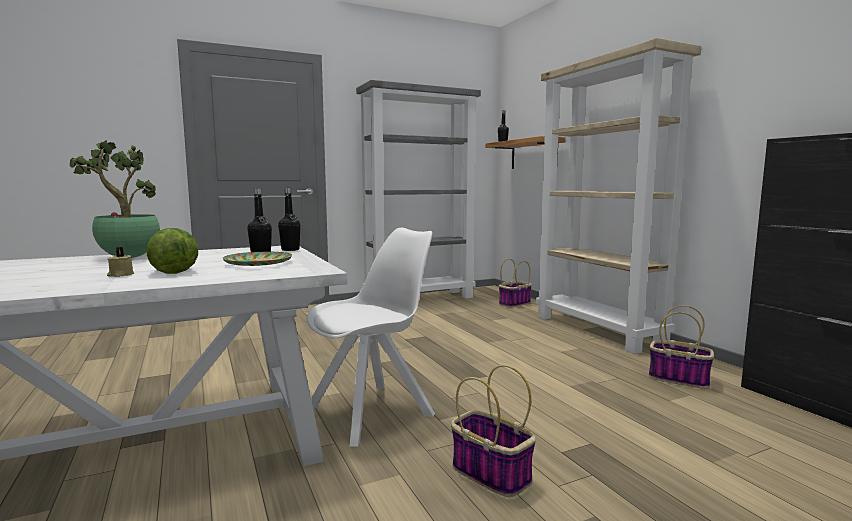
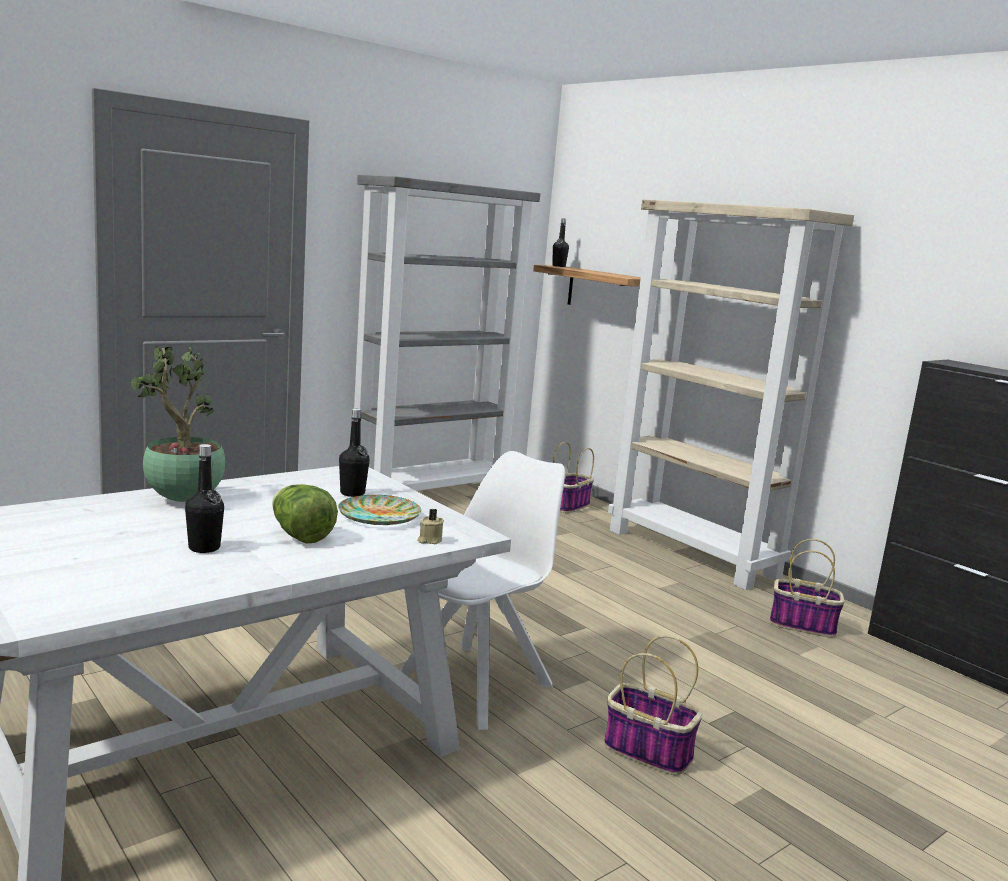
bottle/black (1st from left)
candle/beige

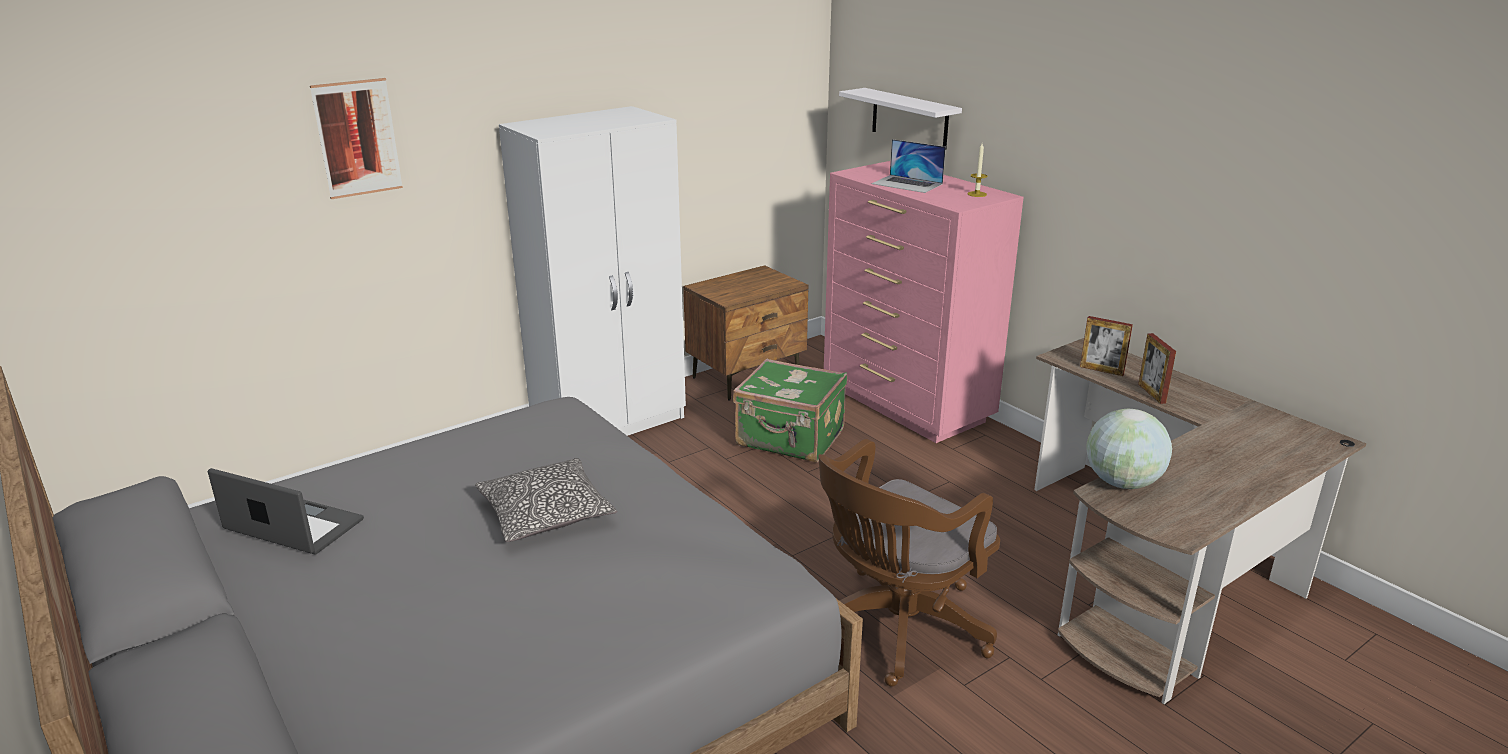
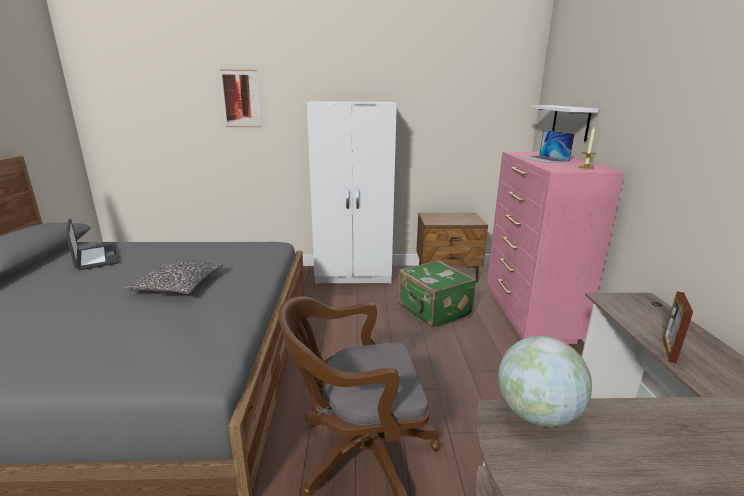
picture frame (1st from left in the first image)

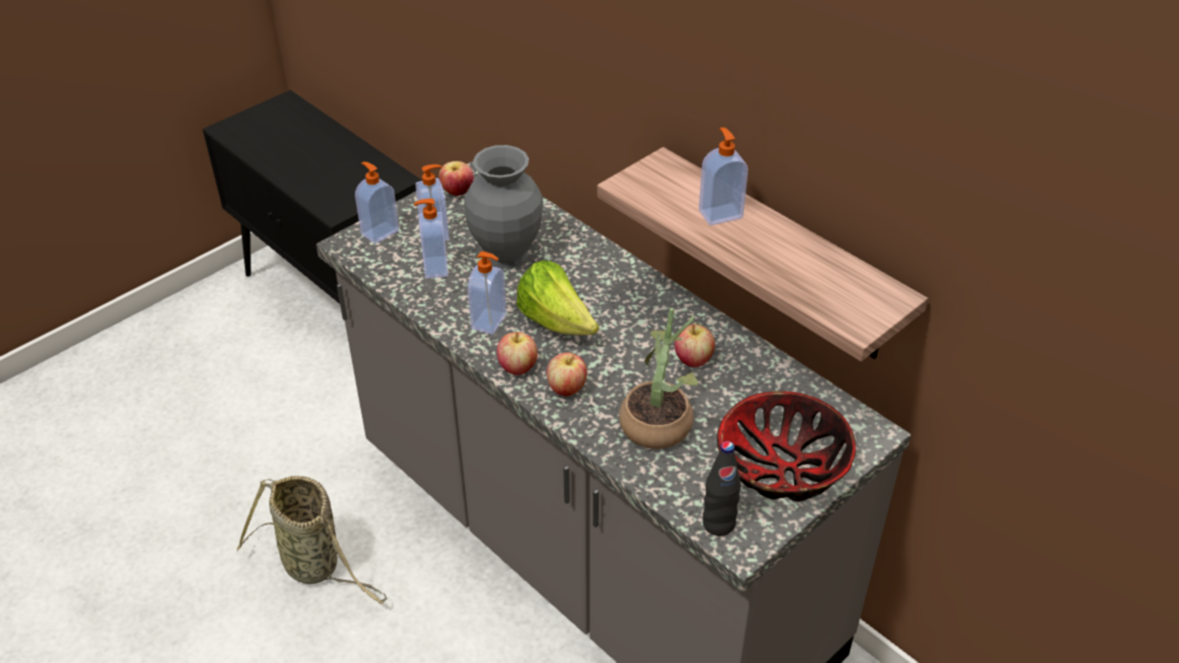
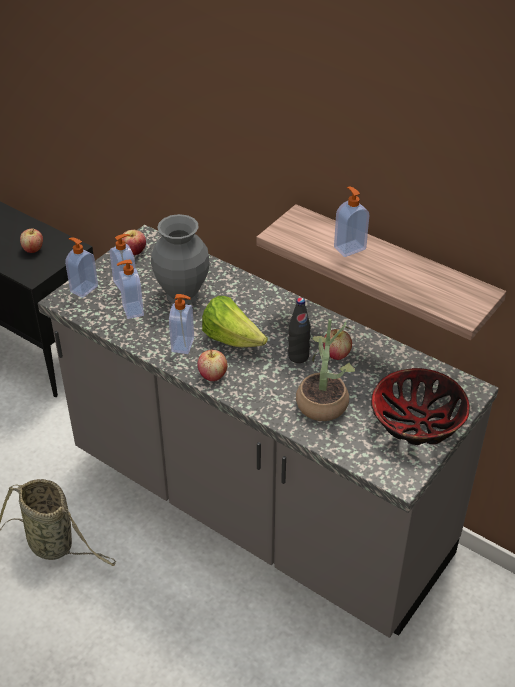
apple (1st from left)
bottle/black

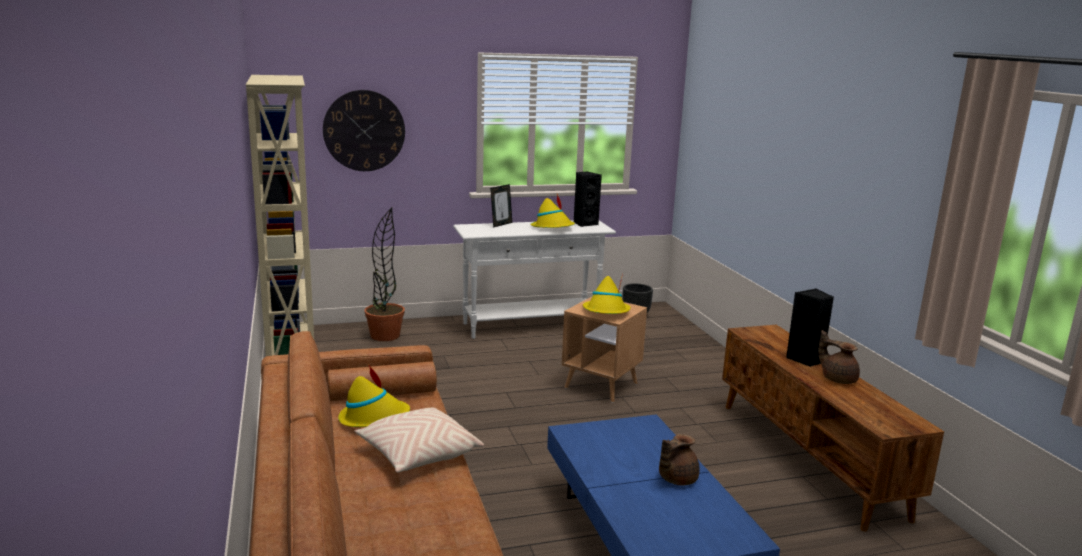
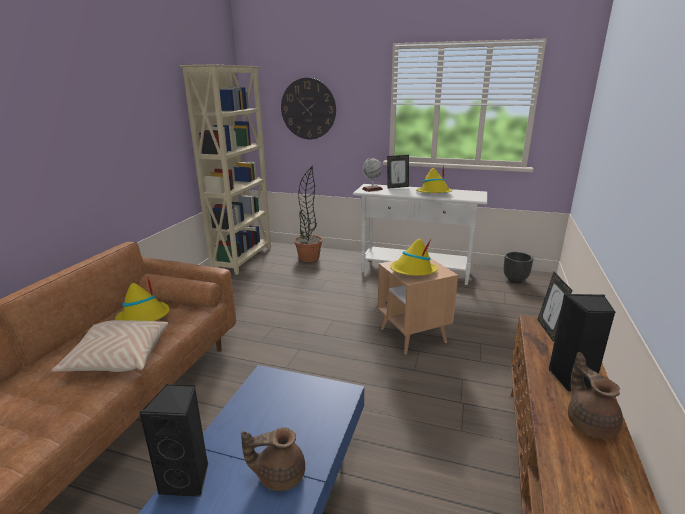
speaker/black (1st from left)
globe
picture frame (2nd from left)

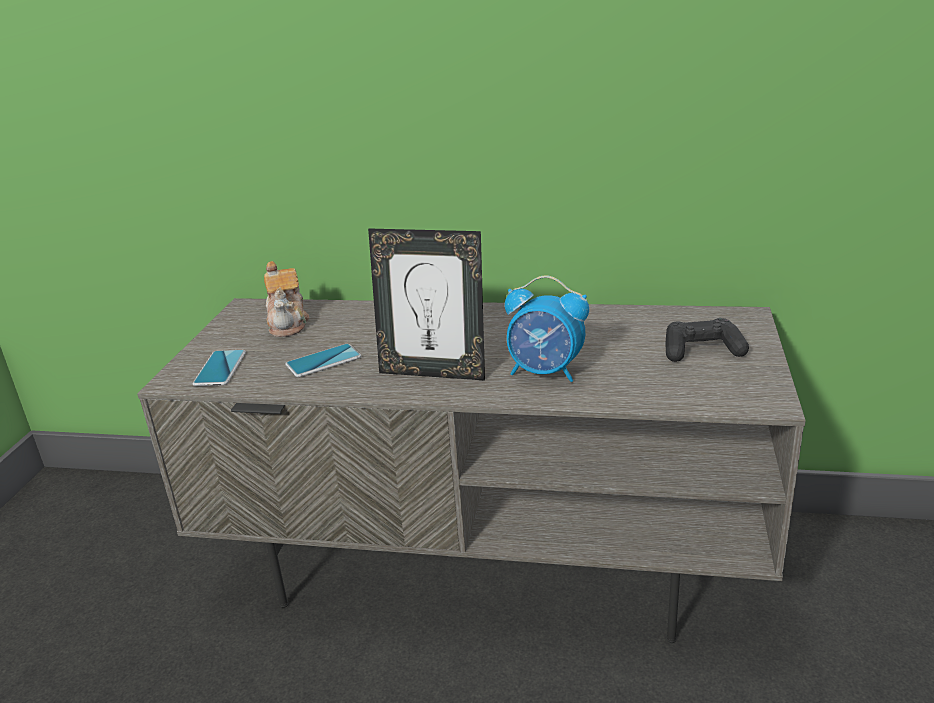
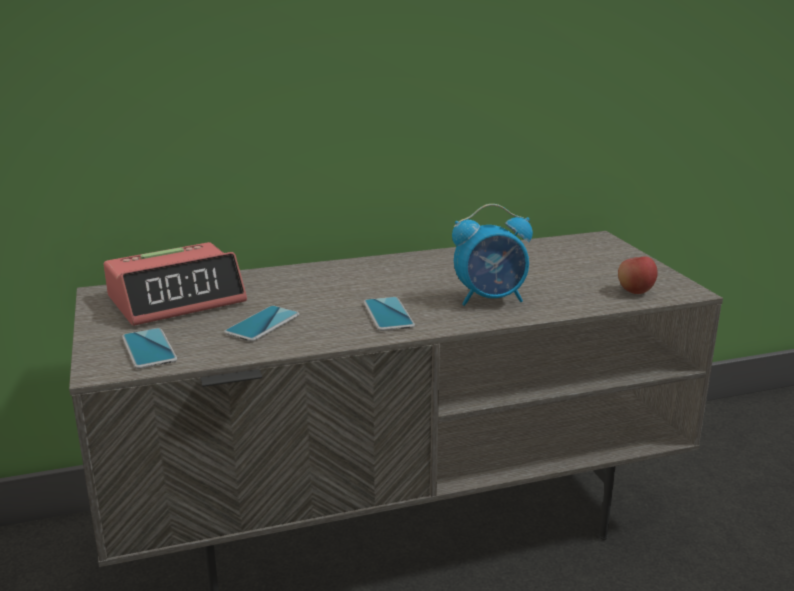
alarm clock (1st from left)
phone (3rd from left)
apple
game controller/black

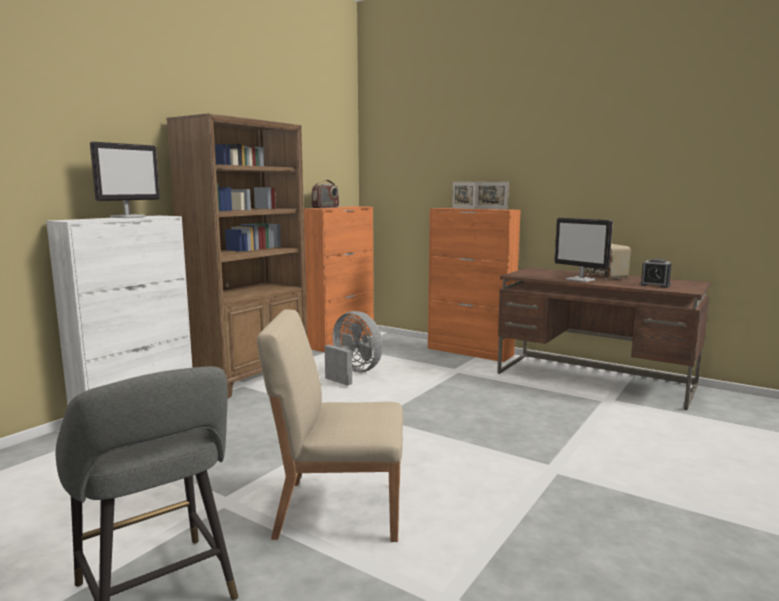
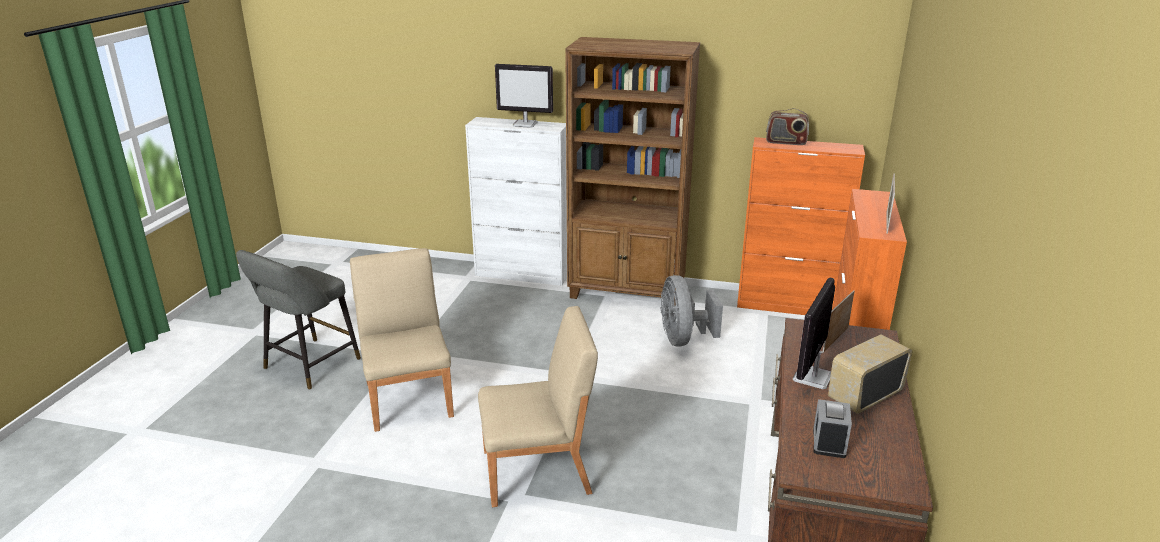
chair/beige (2nd from left)
fan/grey
picture frame (1st from left)

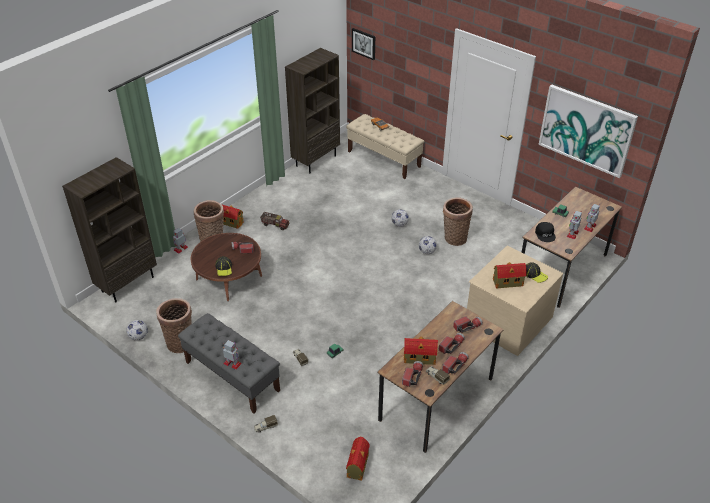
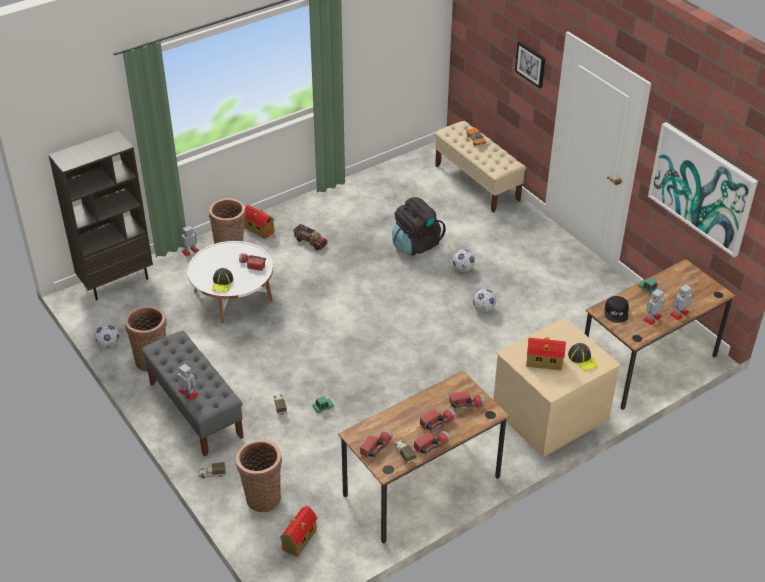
coffee table/white
basket (3rd from left)
backpack/black
picture (1st from left)
bookcase/brown (2nd from left in the first image)
toy house (3rd from left in the first image)

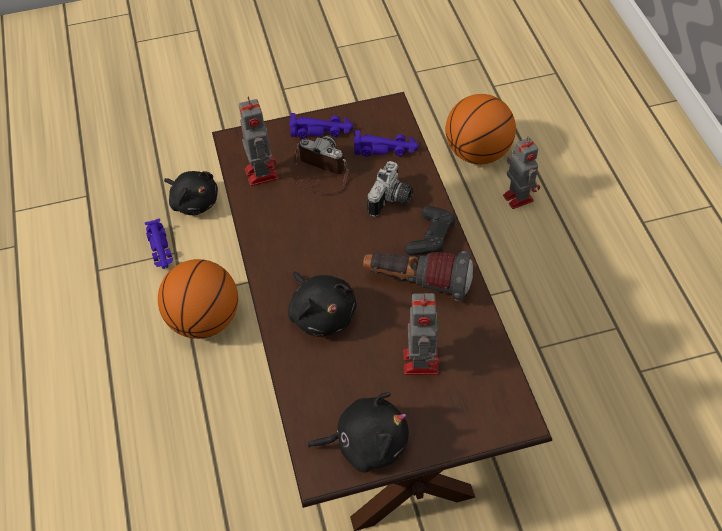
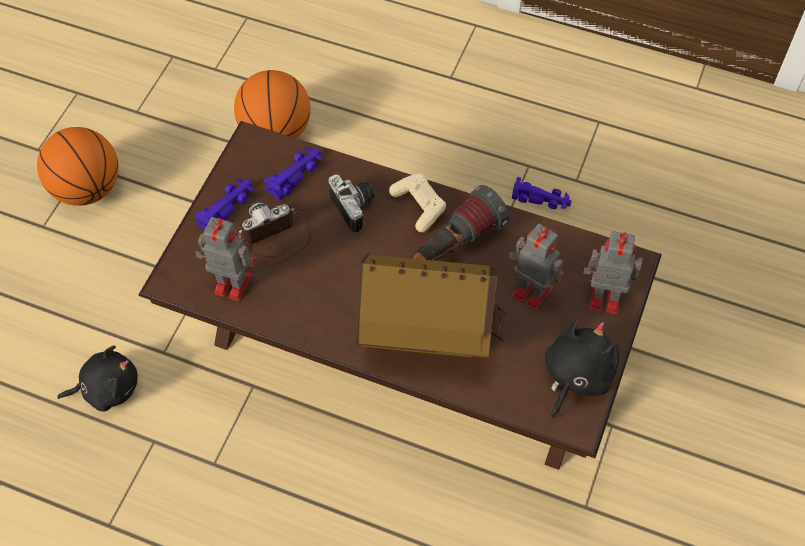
basketball (1st from left)
toy house
game controller/beige
toy car/purple (3rd from left)
toy robot (3rd from left)

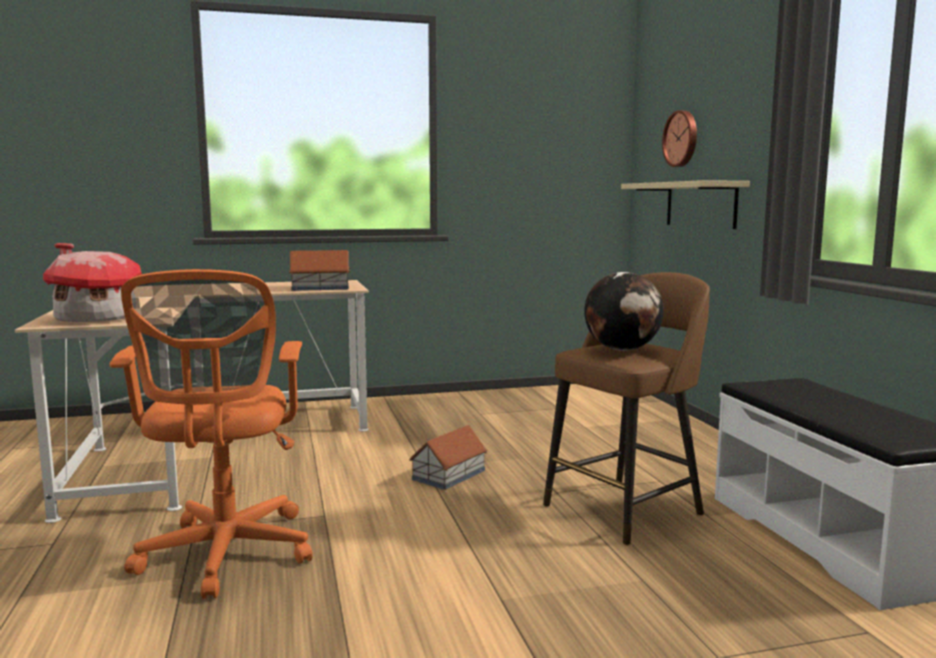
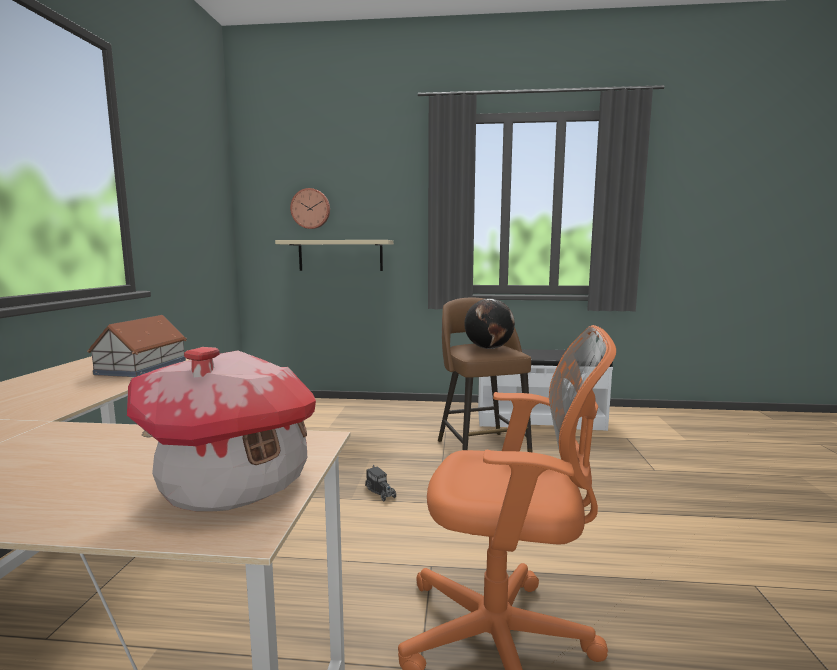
toy truck

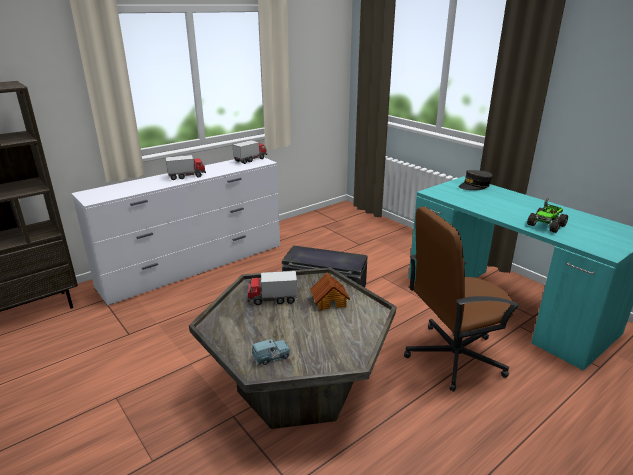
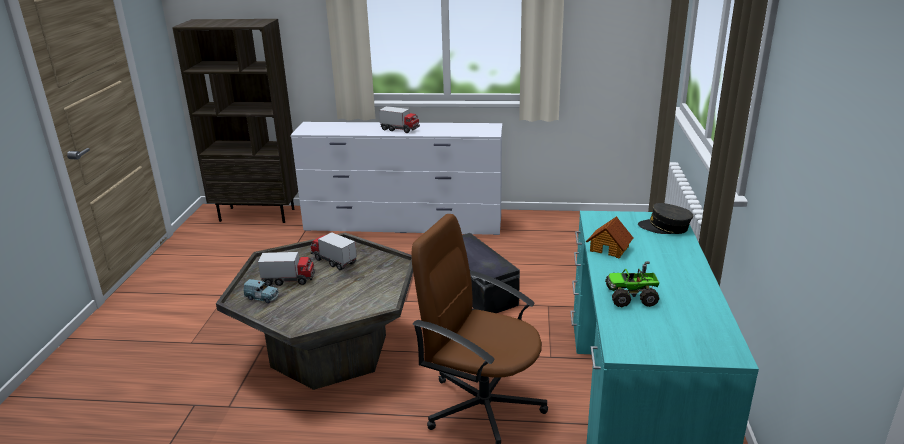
toy truck (1st from left)
toy house

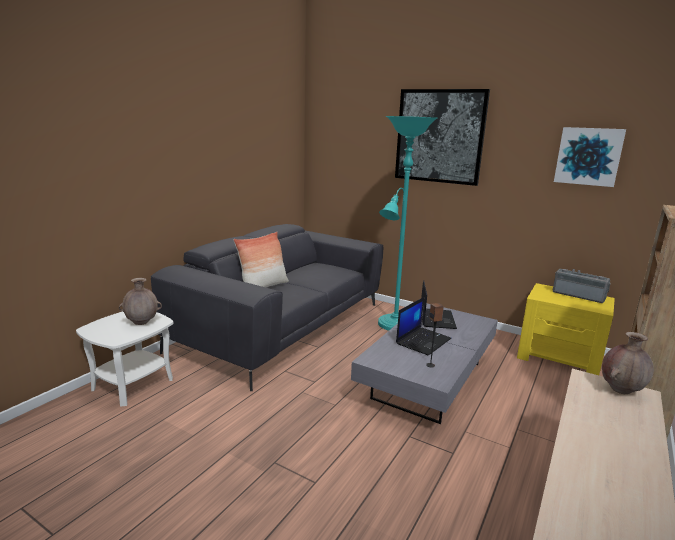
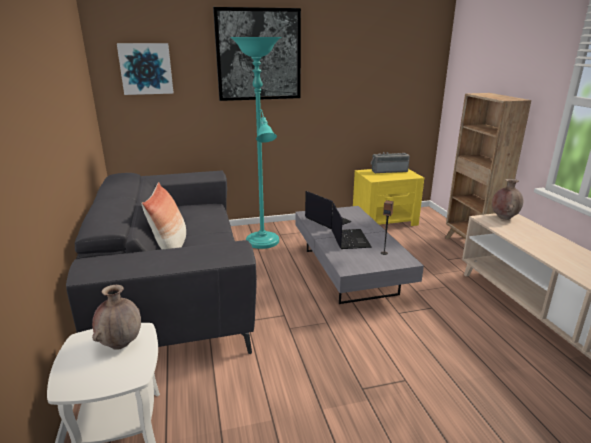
picture (1st from left)

